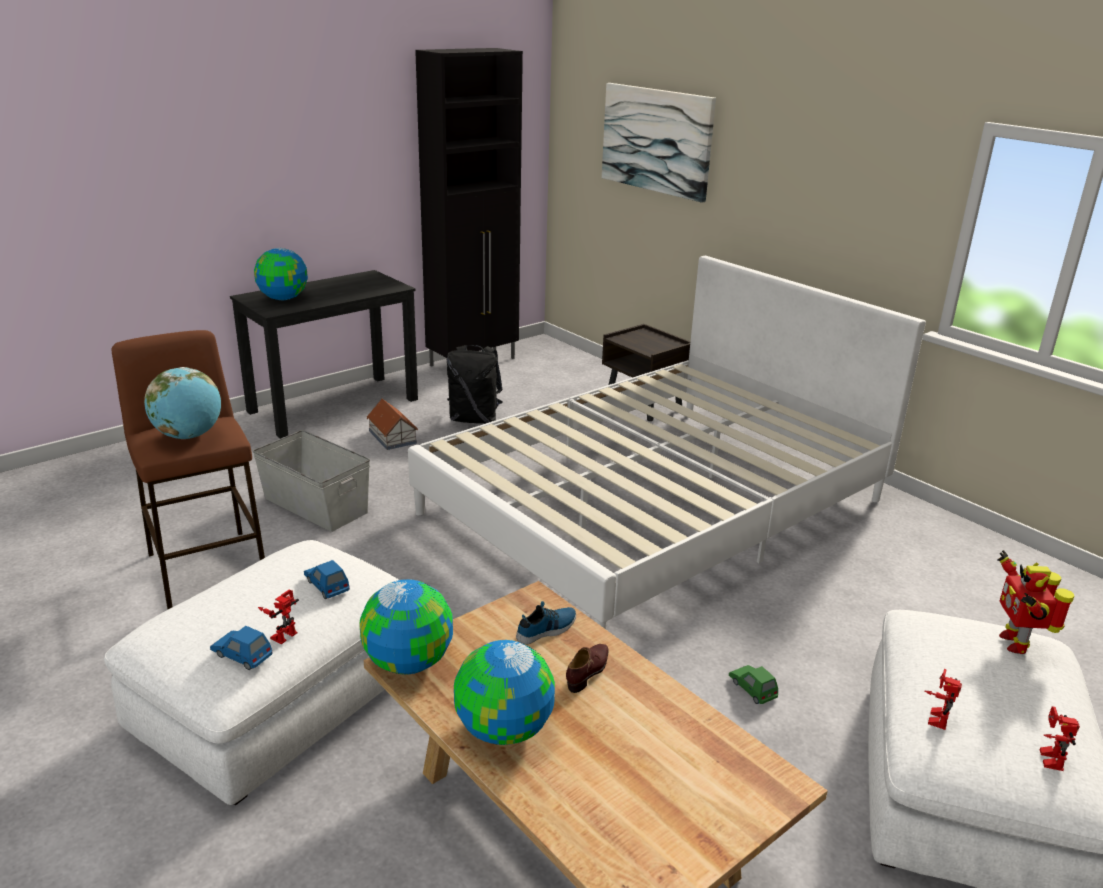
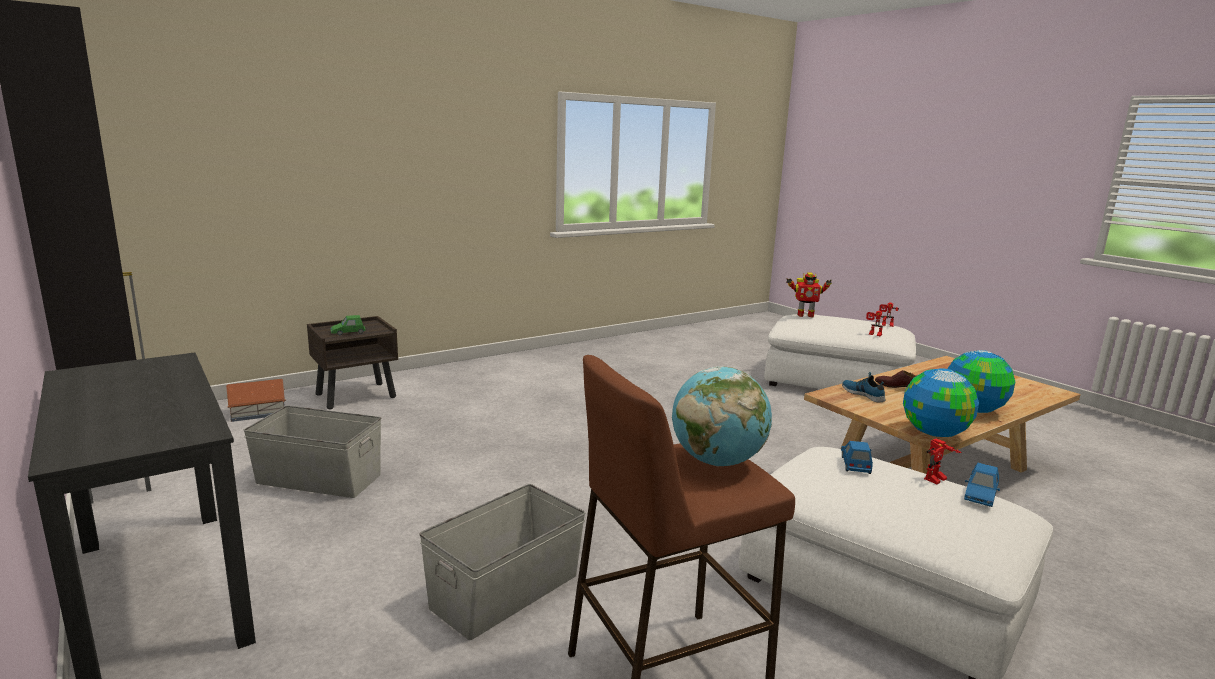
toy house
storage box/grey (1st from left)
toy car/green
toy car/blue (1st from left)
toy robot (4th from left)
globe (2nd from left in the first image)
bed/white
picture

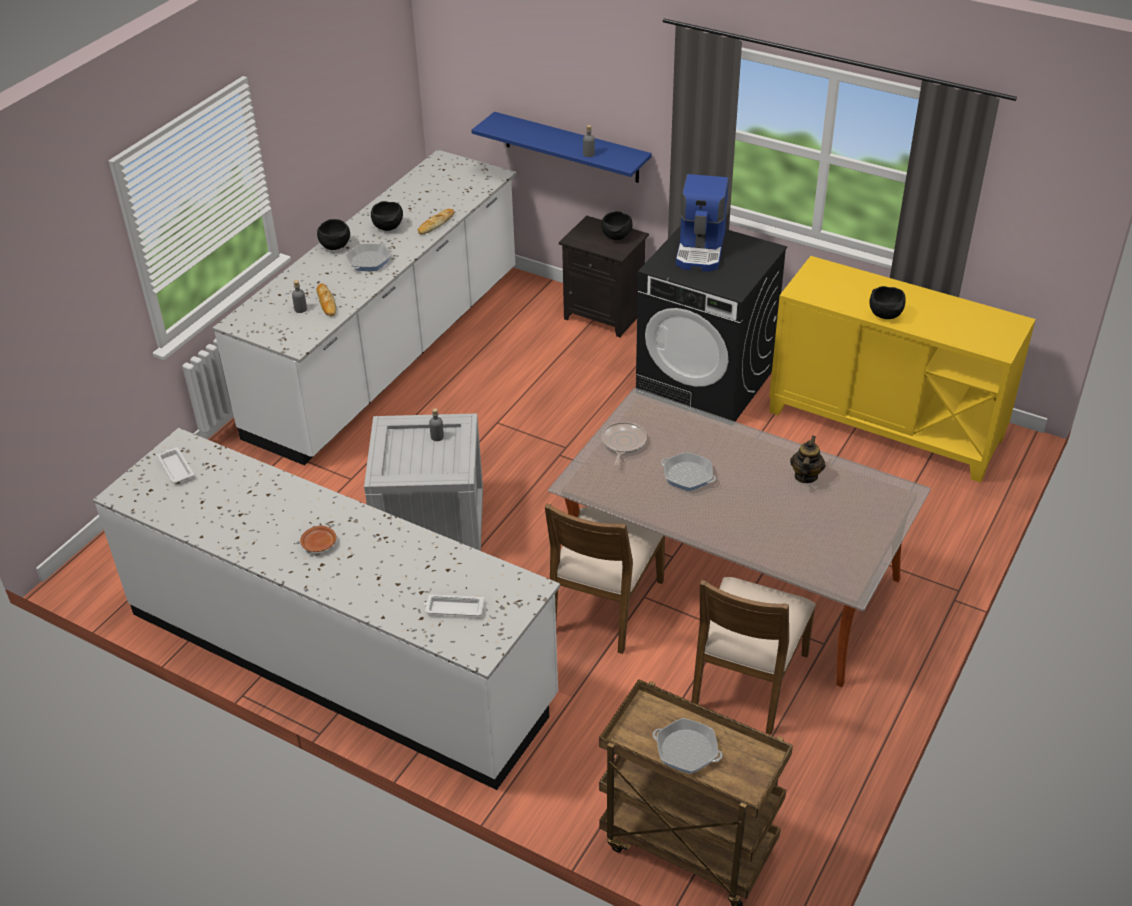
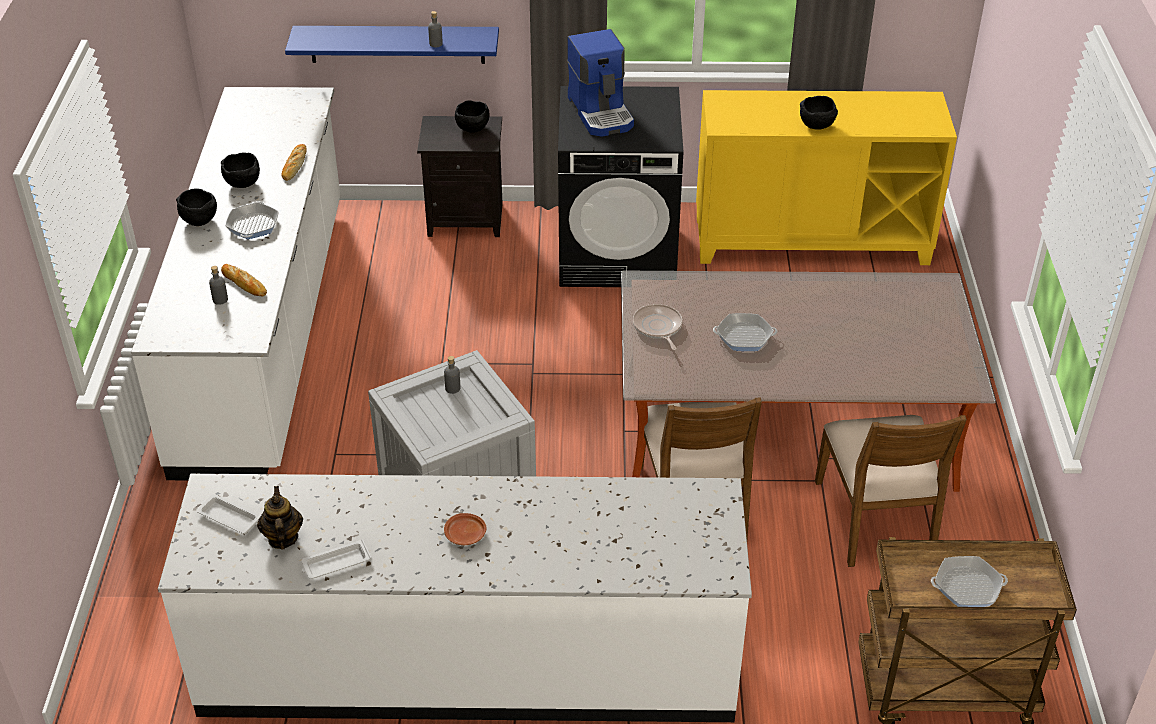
teapot
tray/white (2nd from left)

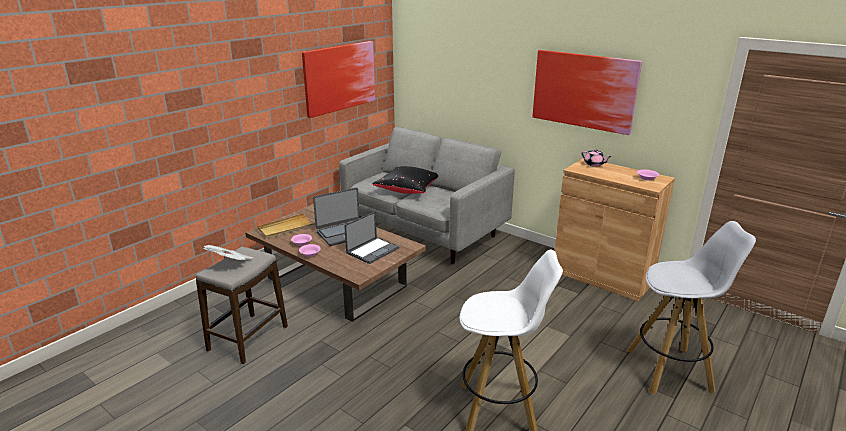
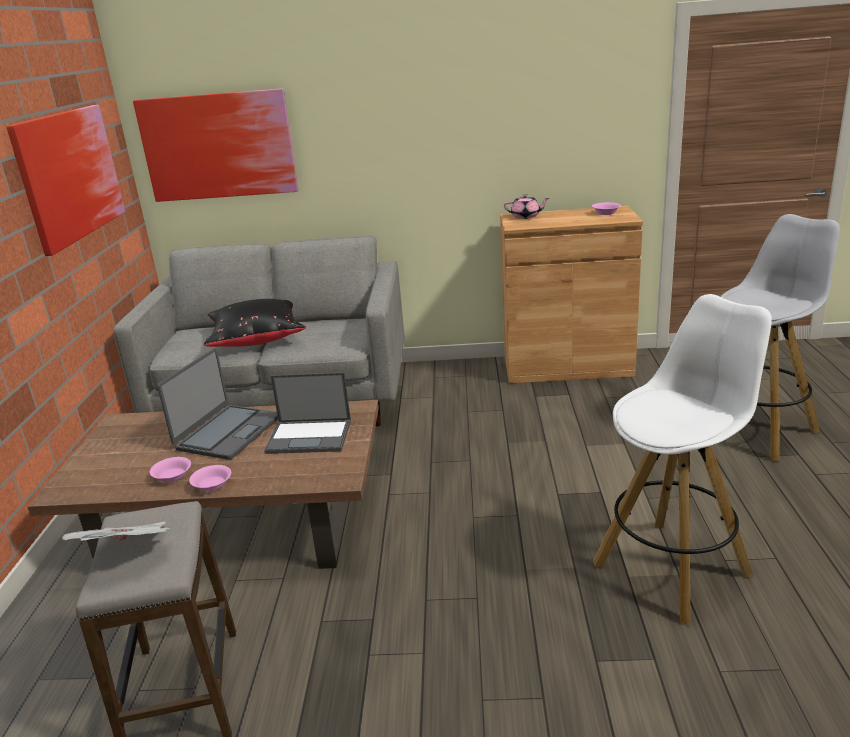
picture (2nd from left)
laptop (2nd from left)
tray/beige

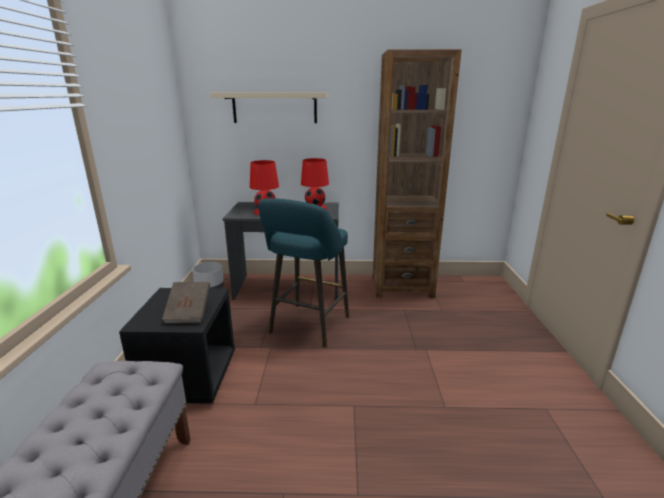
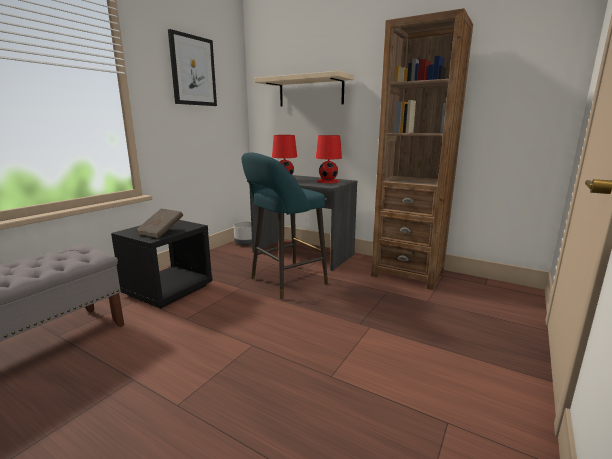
picture

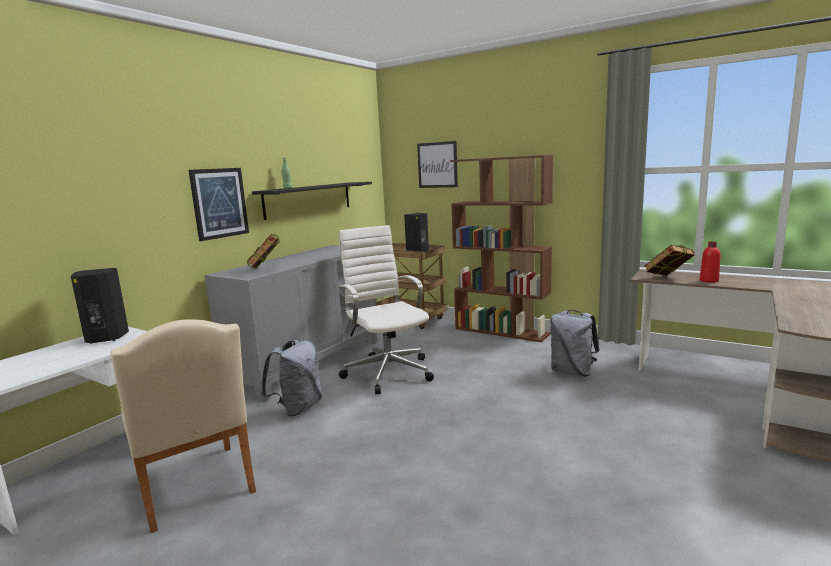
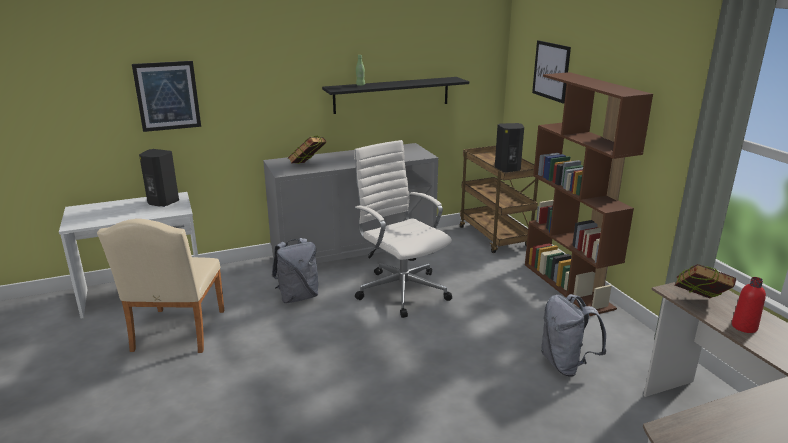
picture (1st from left)
office chair/white

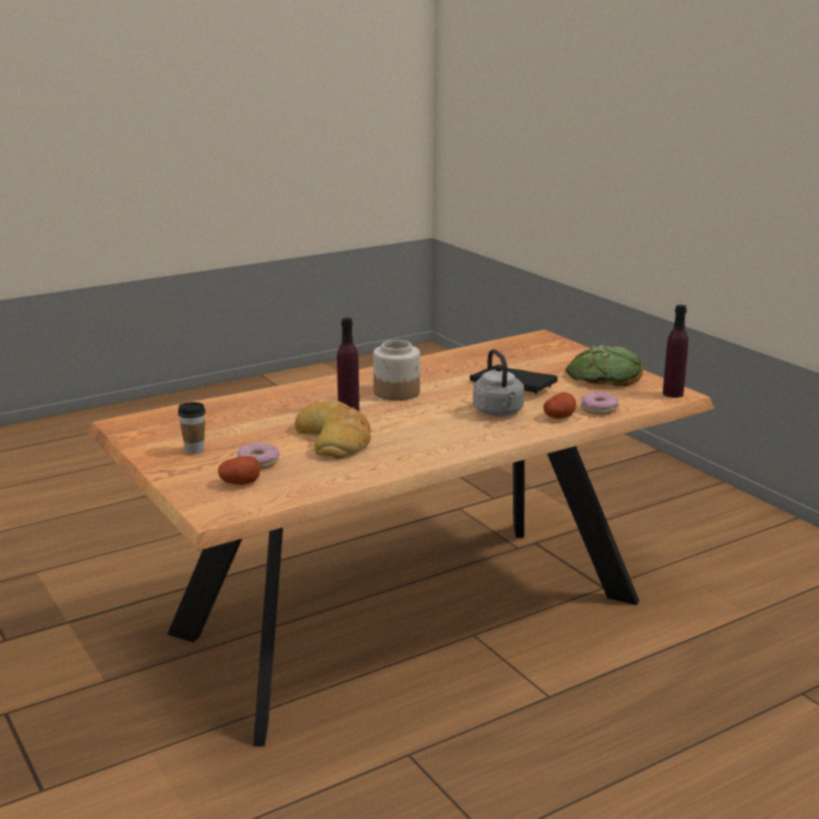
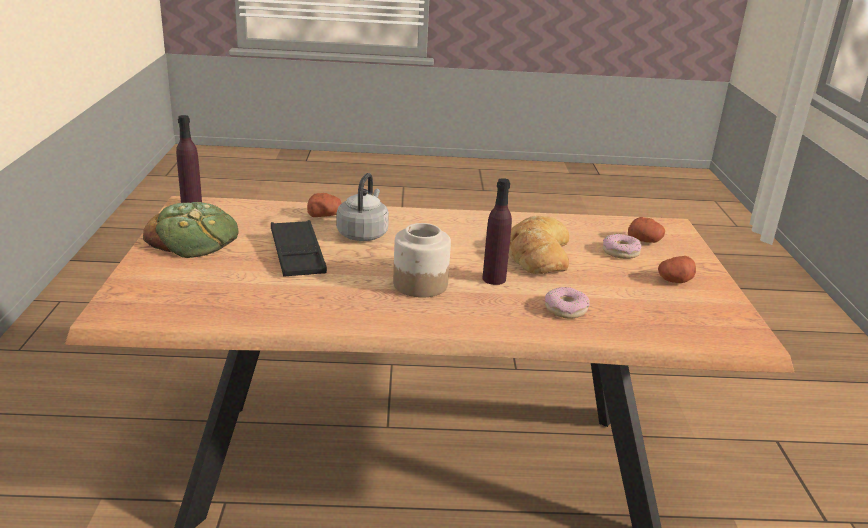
donut (1st from left)
potato (3rd from left)

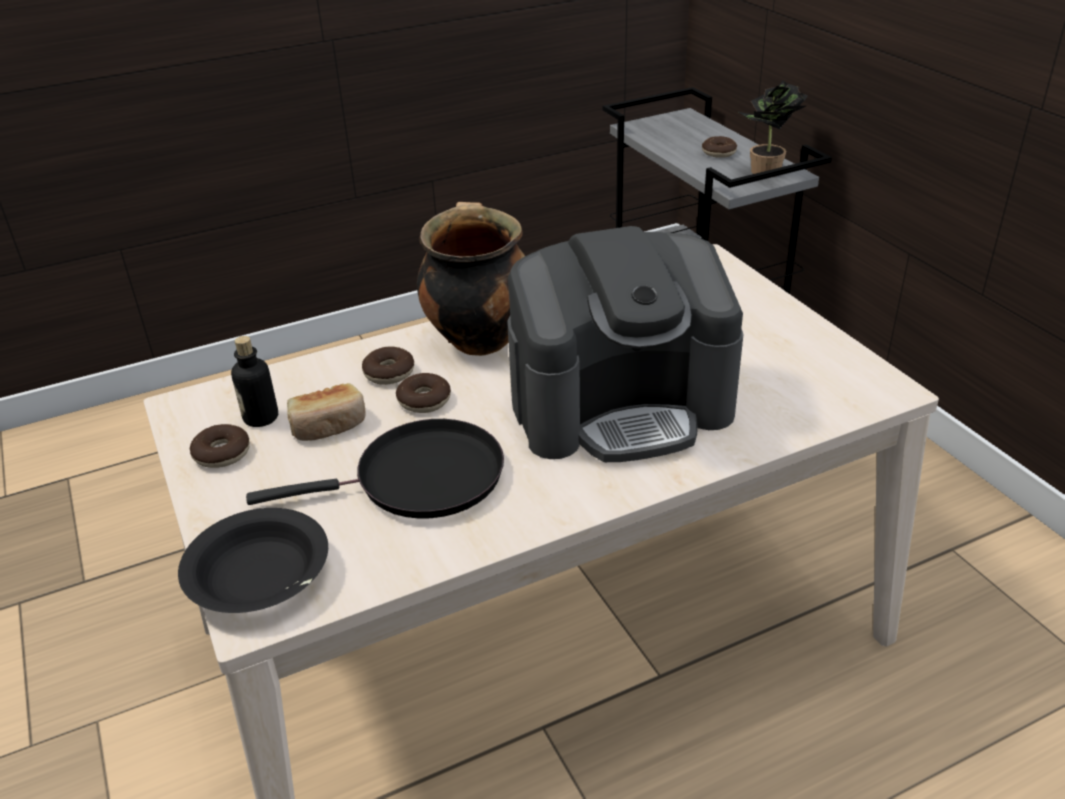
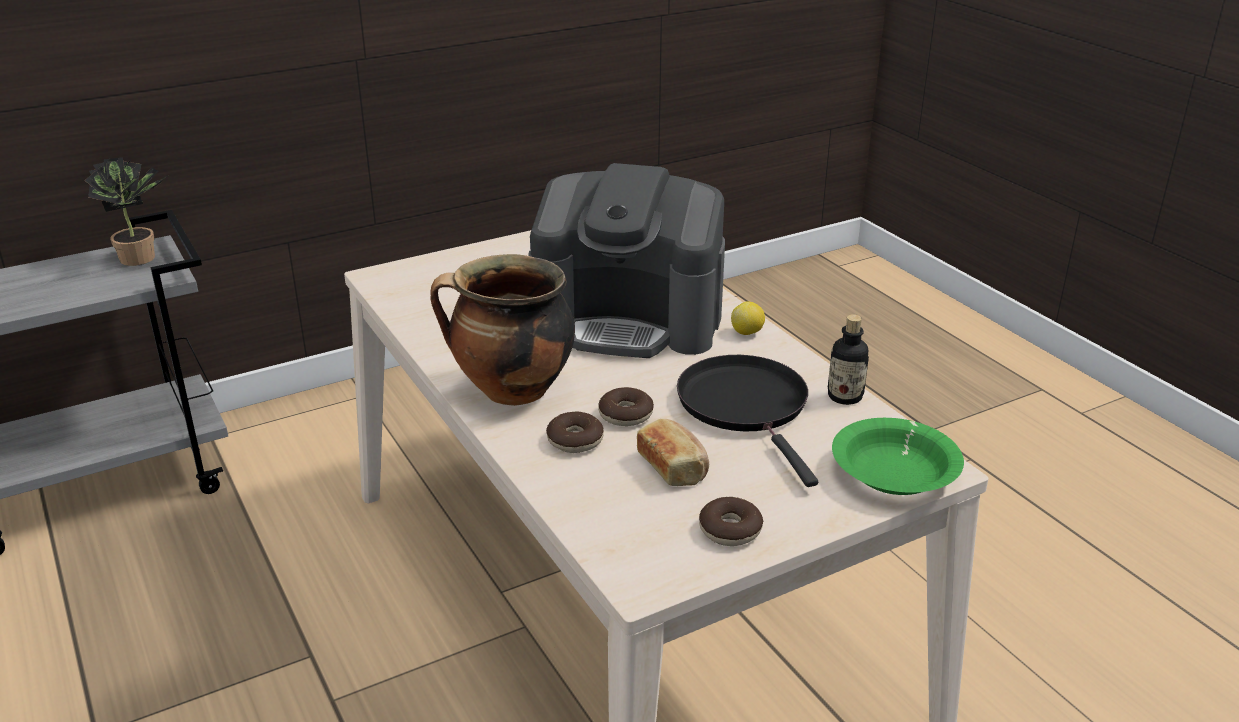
coffee machine
lemon
bottle
bowl/green
donut (4th from left in the first image)

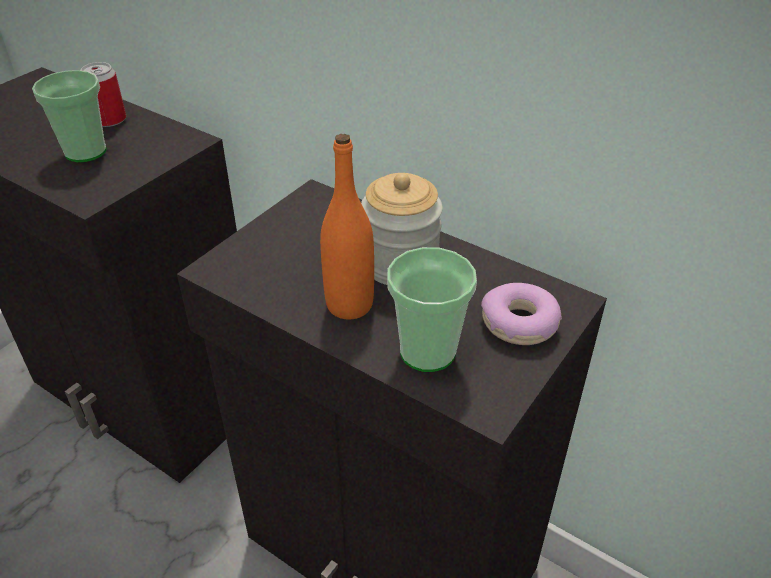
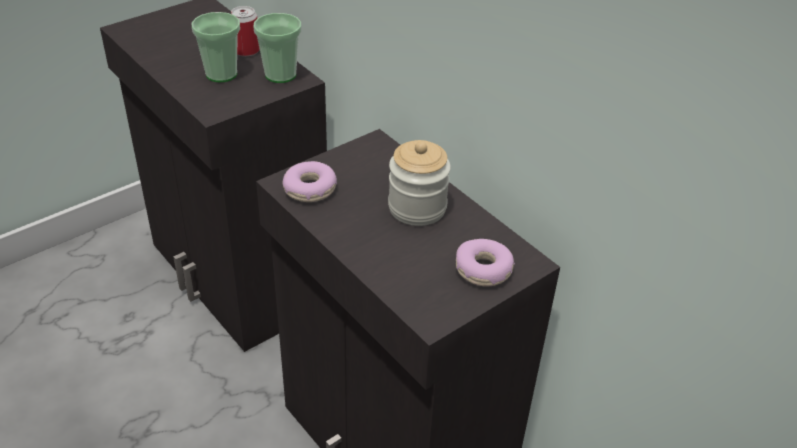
cup (2nd from left)
donut (1st from left)
bottle/orange

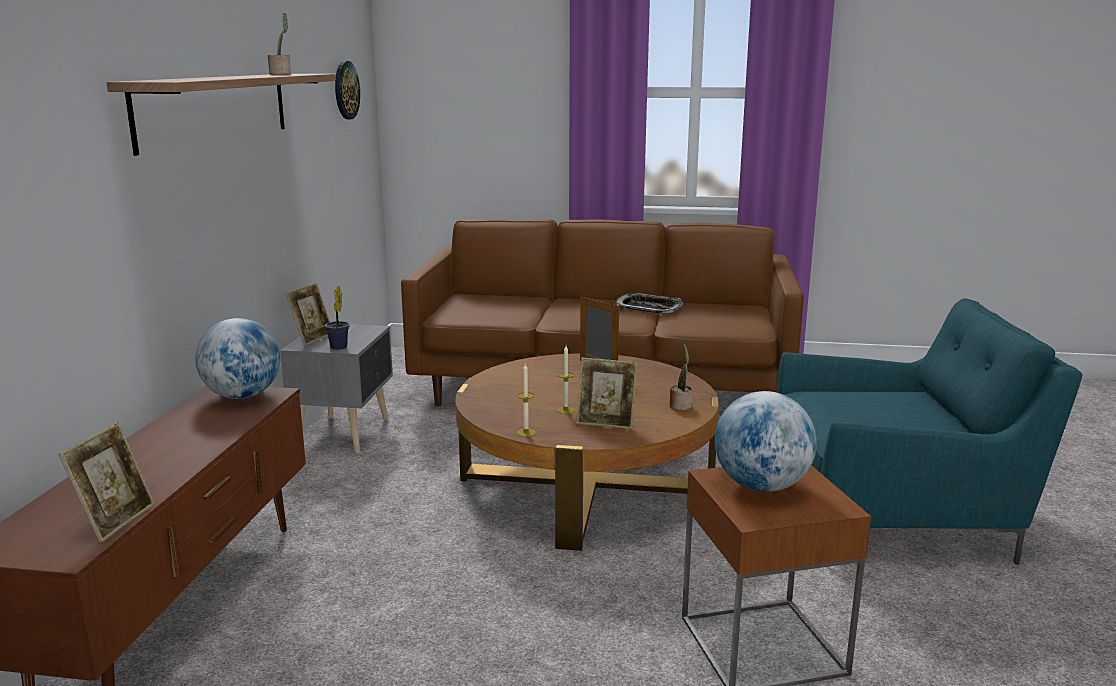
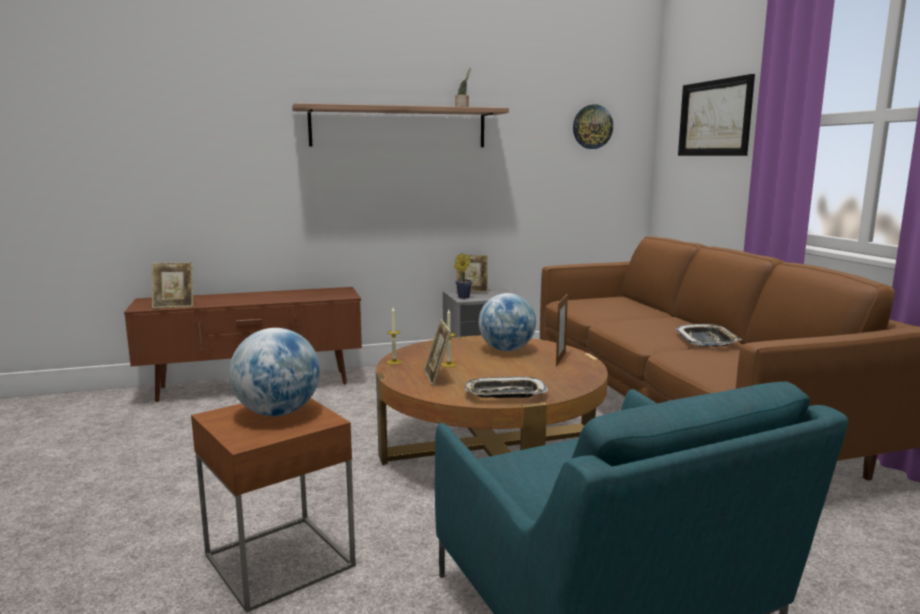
tray (1st from left)
globe (2nd from left)
picture

